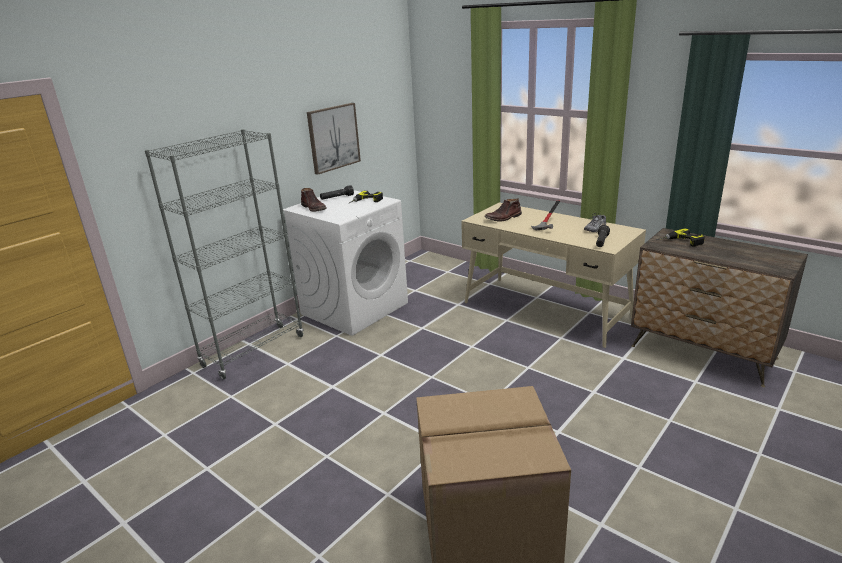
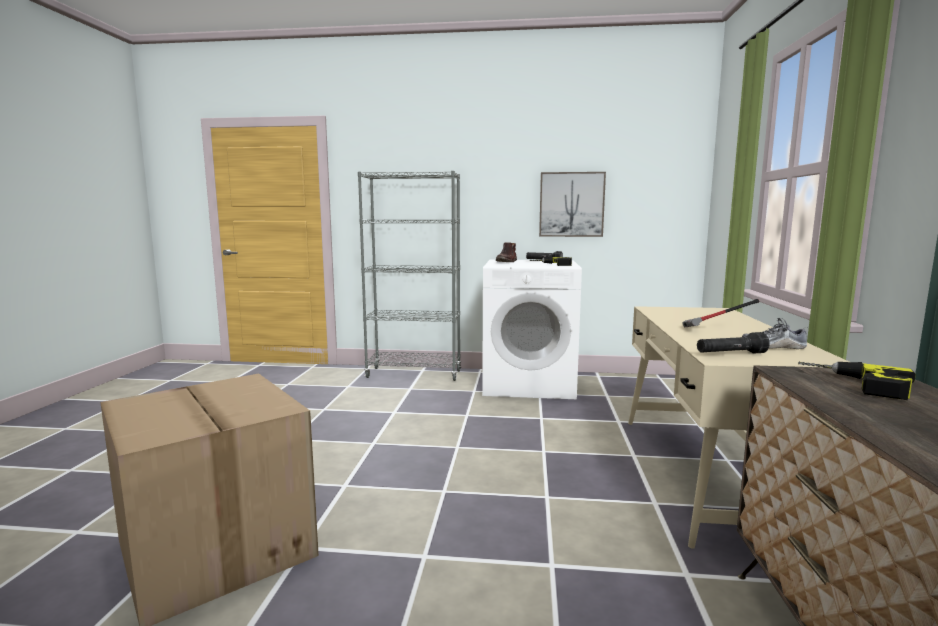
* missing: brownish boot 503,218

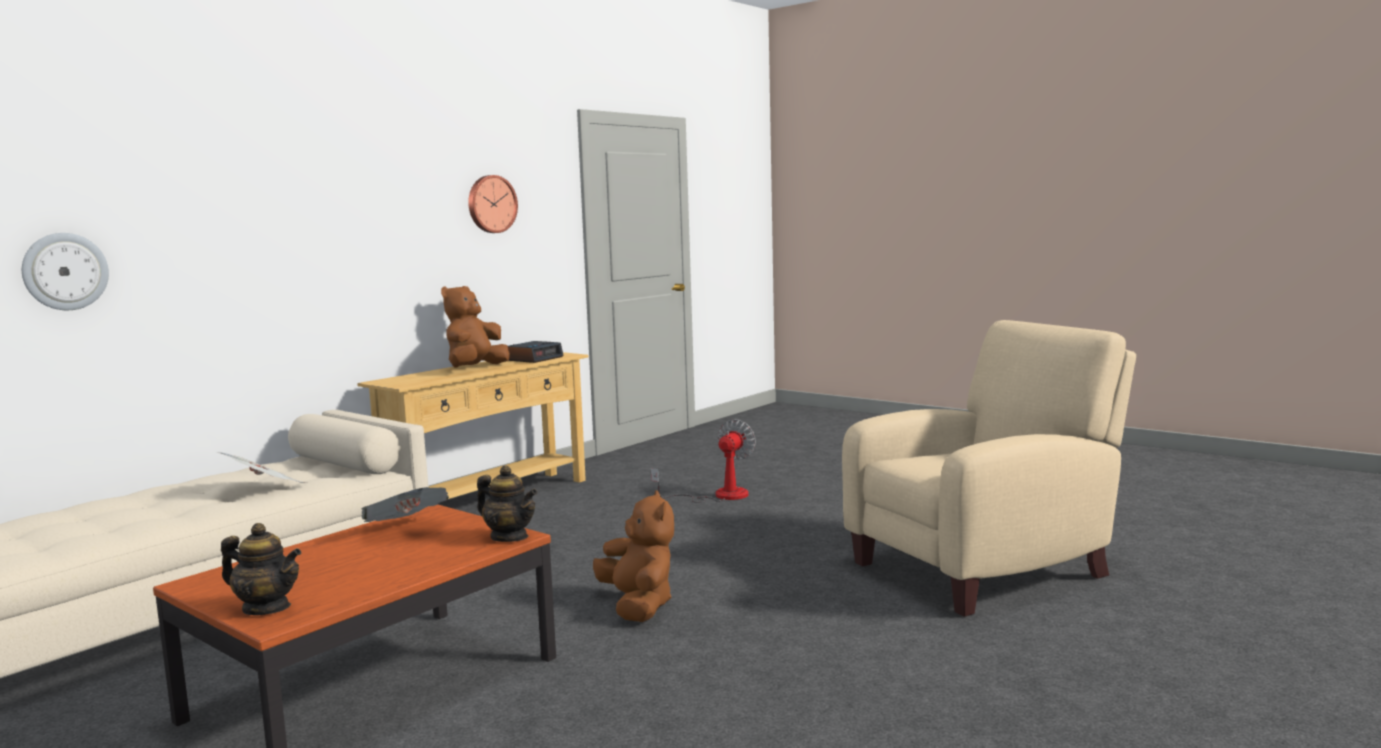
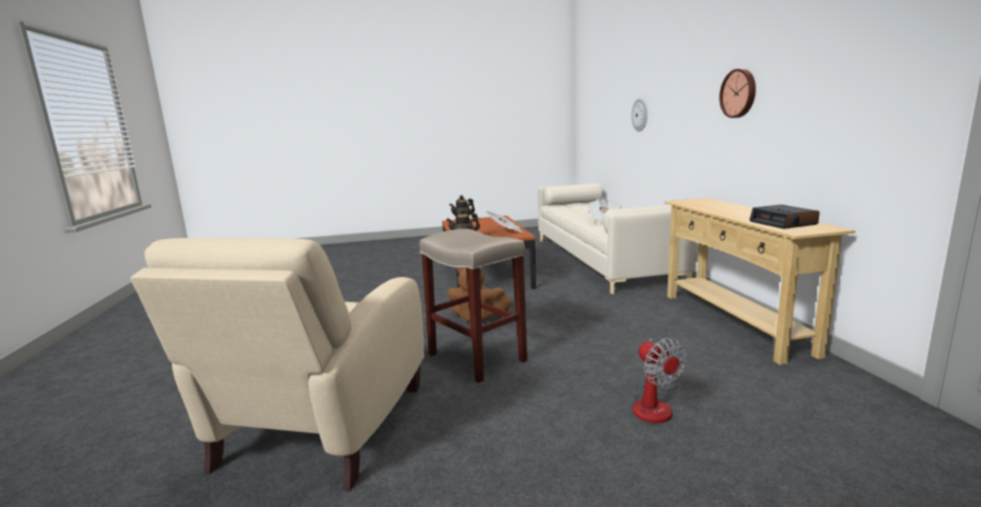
* missing: brownish soft toy 475,368
* relocated: hanging clock 491,204 to 739,93
* appeared: sand-coloured stool 478,358

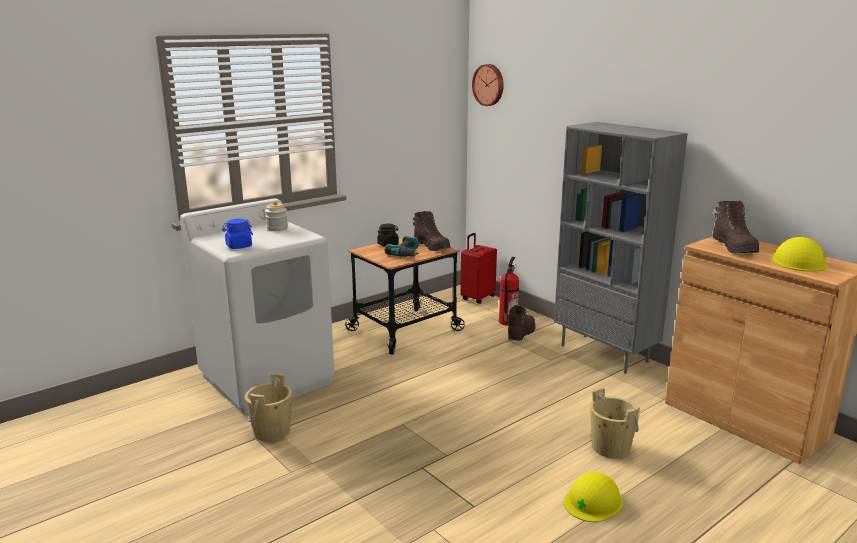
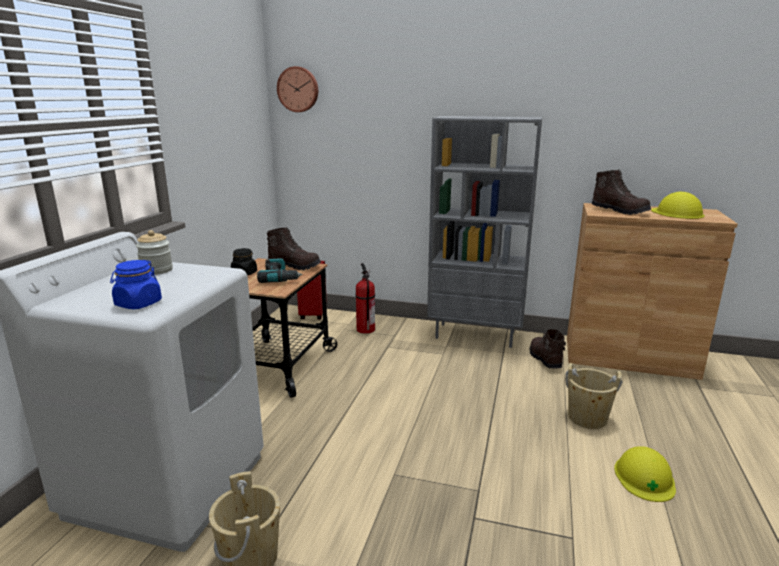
* relocated: brownish boot 520,334 to 544,359

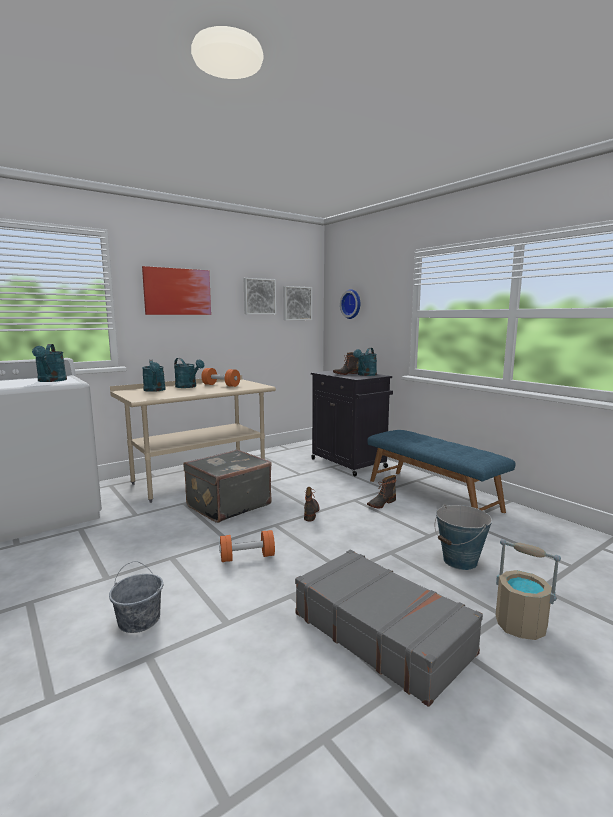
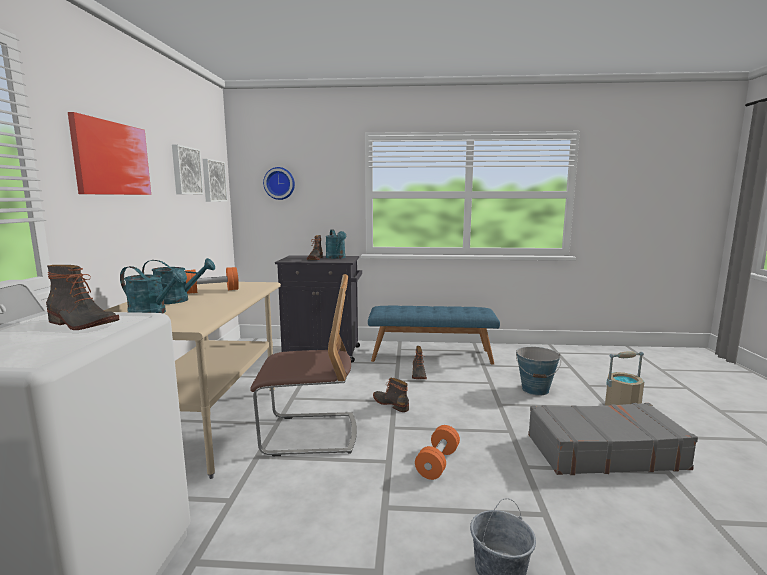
* exchanged: blue-green watering pot 51,381 to boot 81,324
* exchanged: gray suitcase 227,505 to chair 309,434

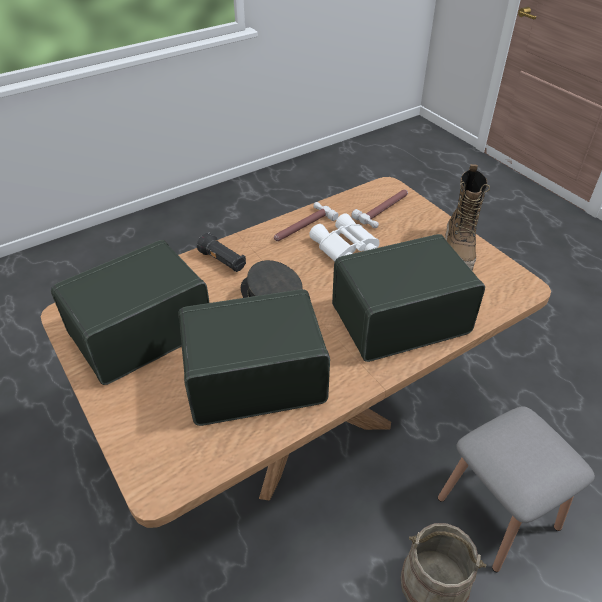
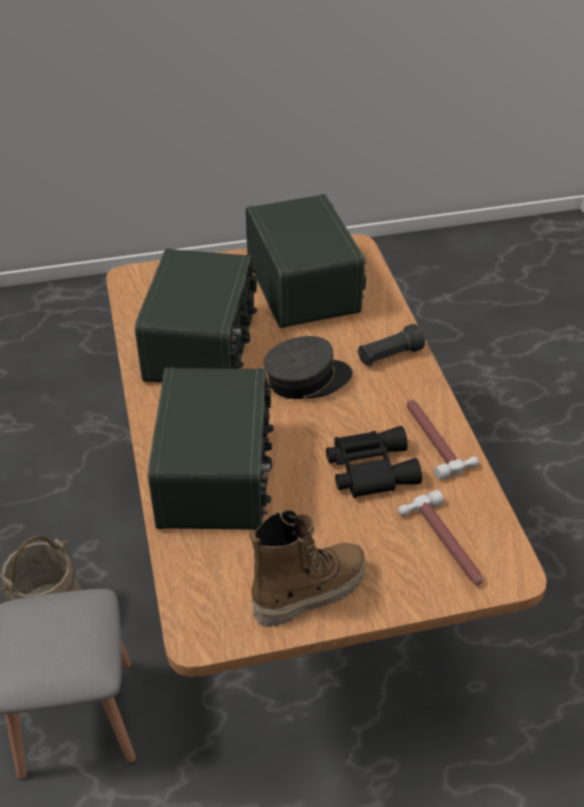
* colour: whitish pair of binoculars 345,248 to blackish pair of binoculars 369,468
* spun: boot 458,251 = 309,591 120 degrees clockwise

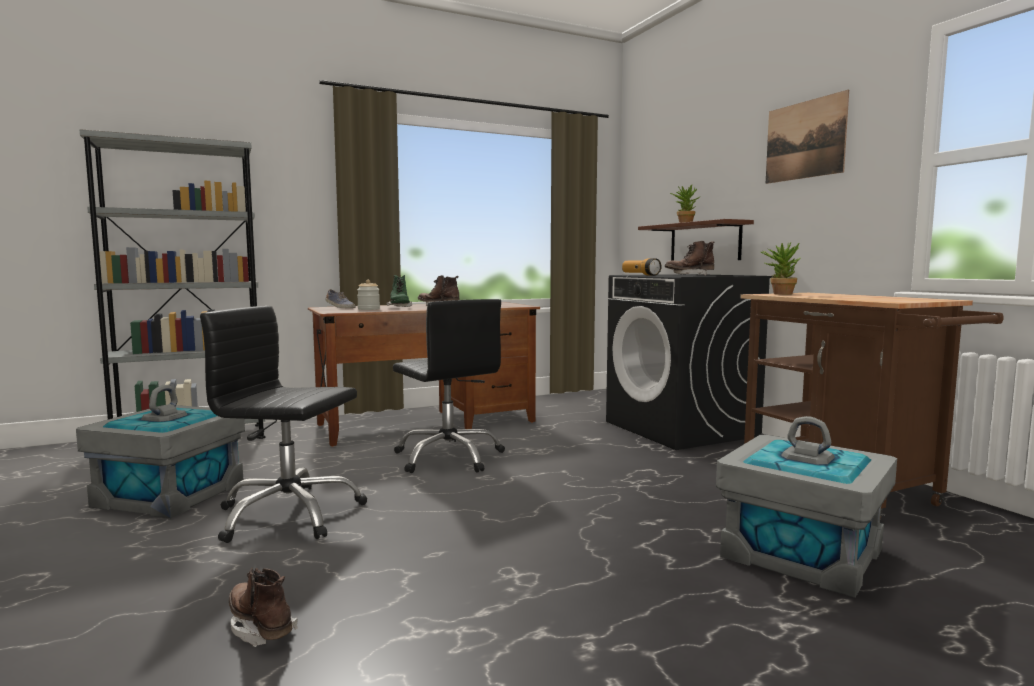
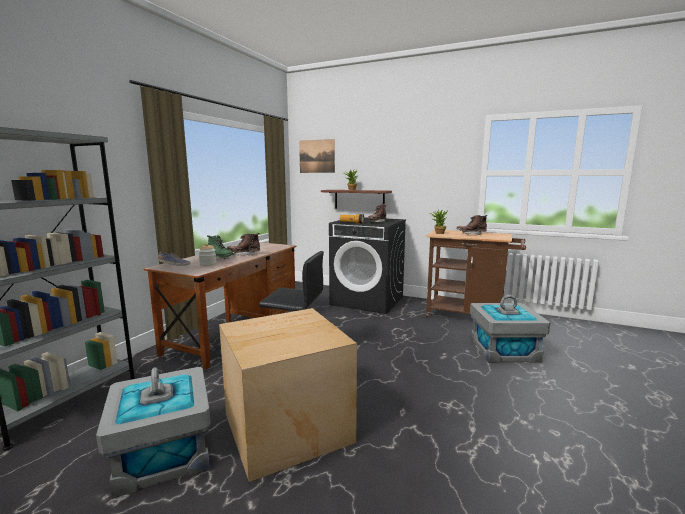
* exchanged: blackish desk chair 289,514 to cardboard box 285,427
* relocated: brownish boot 260,627 to 471,234
* relocated: wall picture 805,140 to 317,156

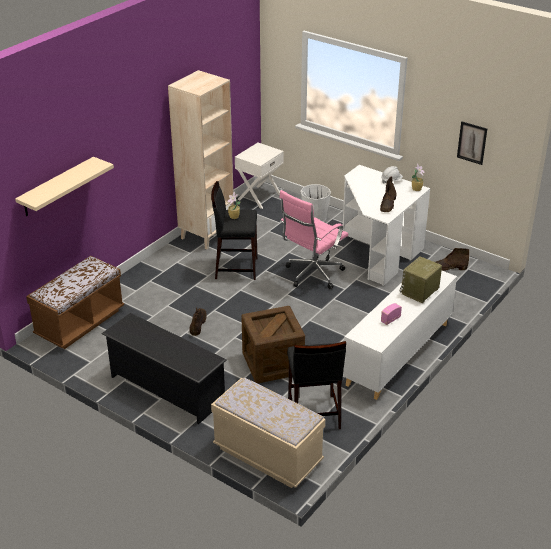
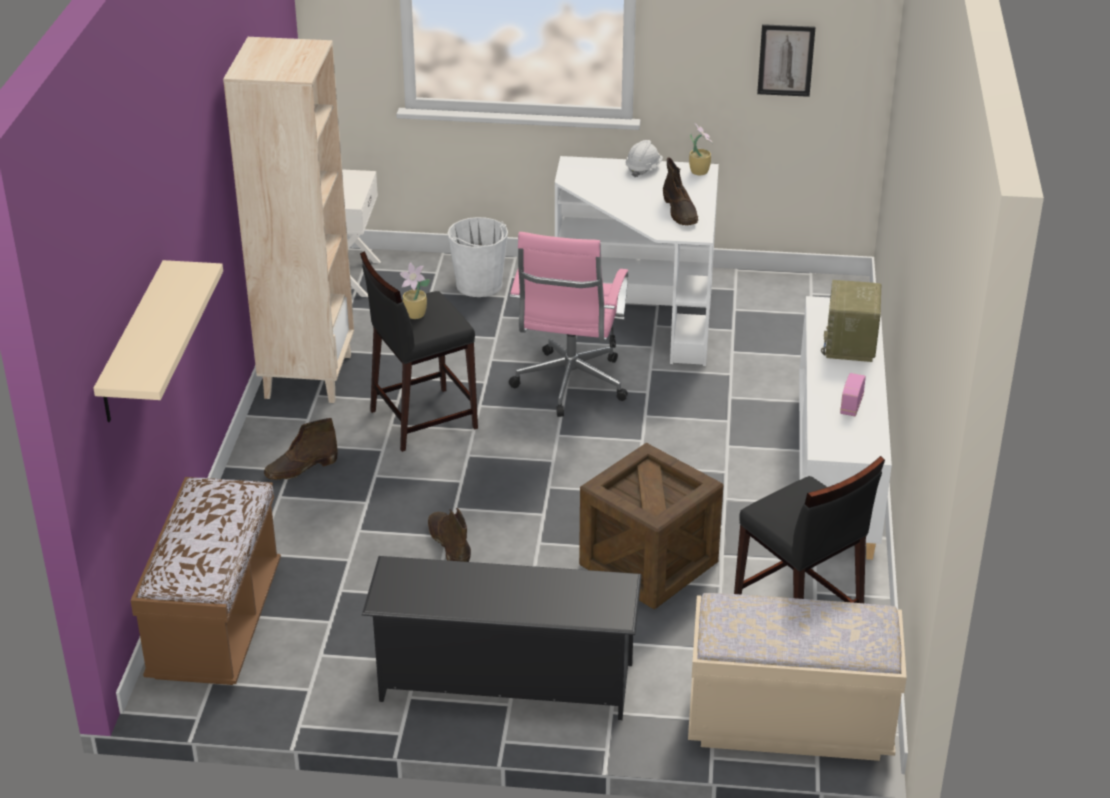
* relocated: brownish boot 449,268 to 300,468

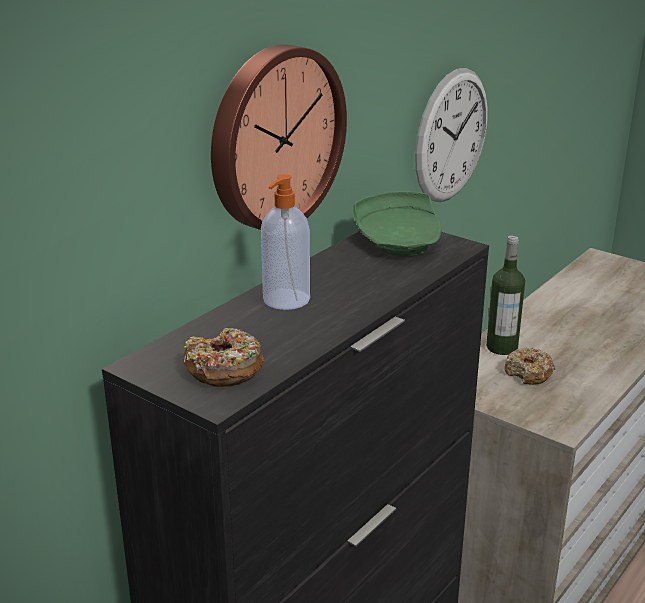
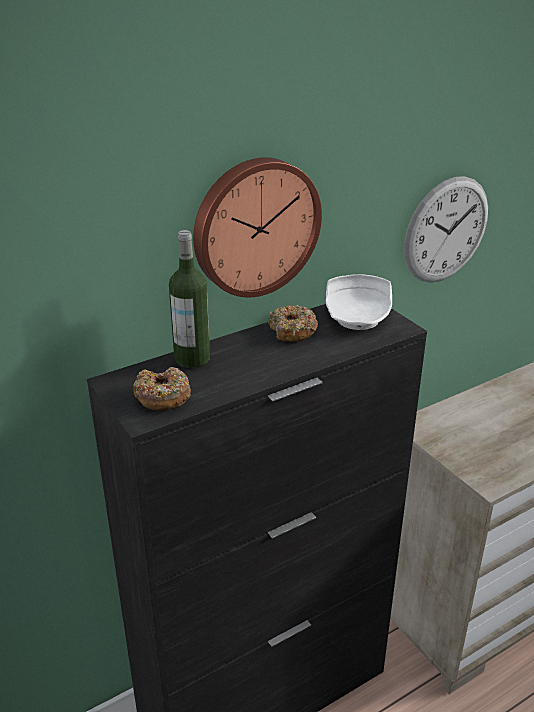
* missing: soap bottle 285,300
* colour: green dinner plate 400,242 to whitish dinner plate 358,316
* relocated: bottle 502,347 to 192,358
* relocated: donut 528,373 to 292,331

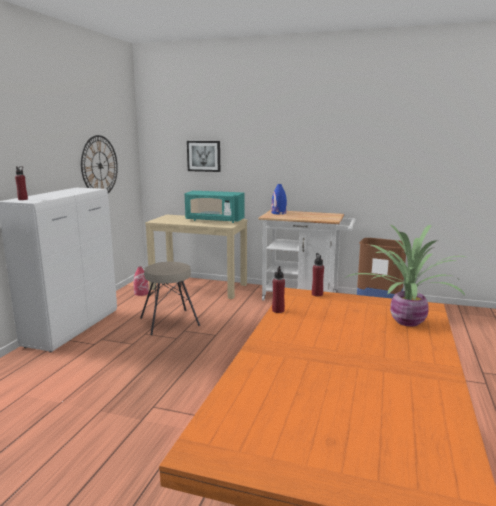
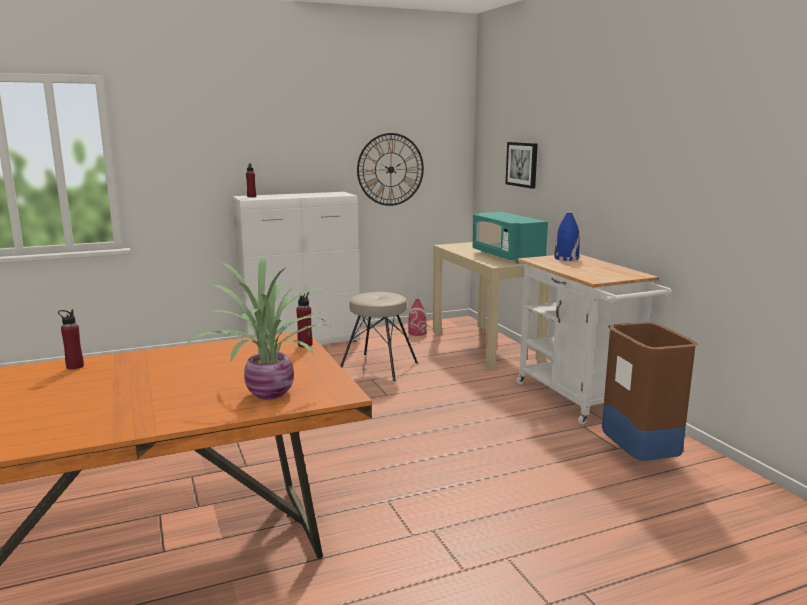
* relocated: red-coloured bottle 278,310 to 75,366

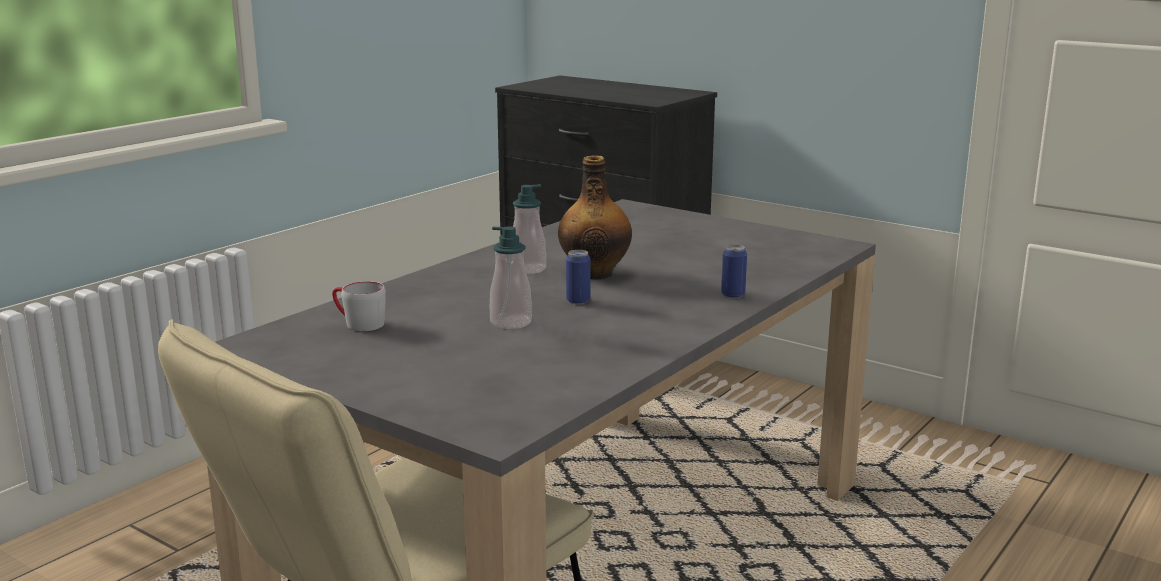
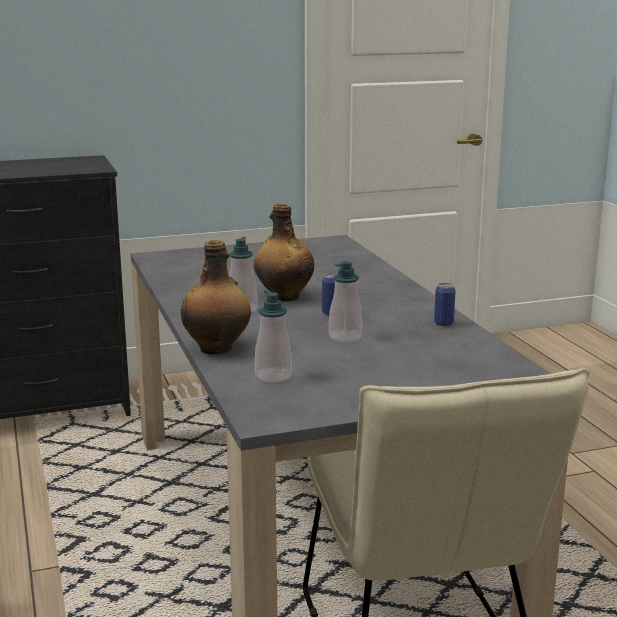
* exchanged: gray coffee mug 357,323 to soap bottle 273,376
* relocated: metal can 733,295 to 443,323
* appeared: bottle 217,348

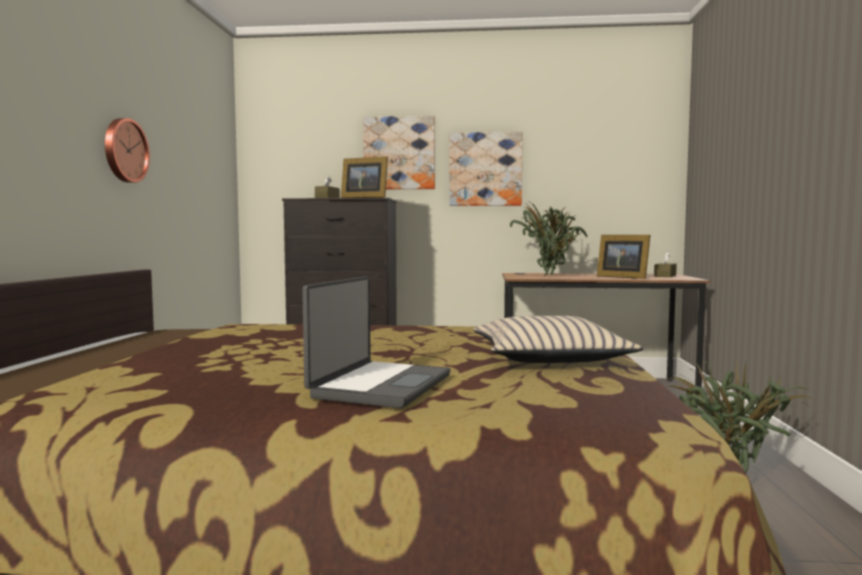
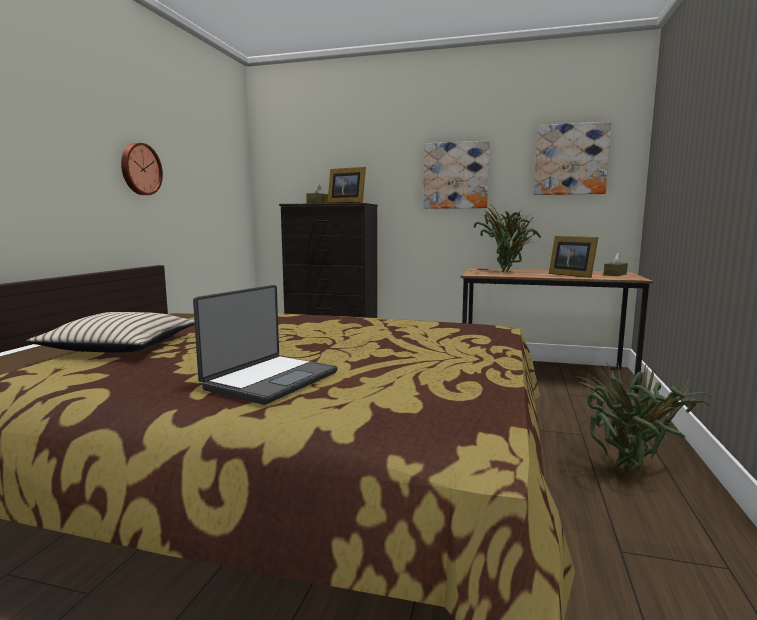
* relocated: wall picture 399,153 to 570,159
* relocated: sand-coloured pillow 548,358 to 121,346

